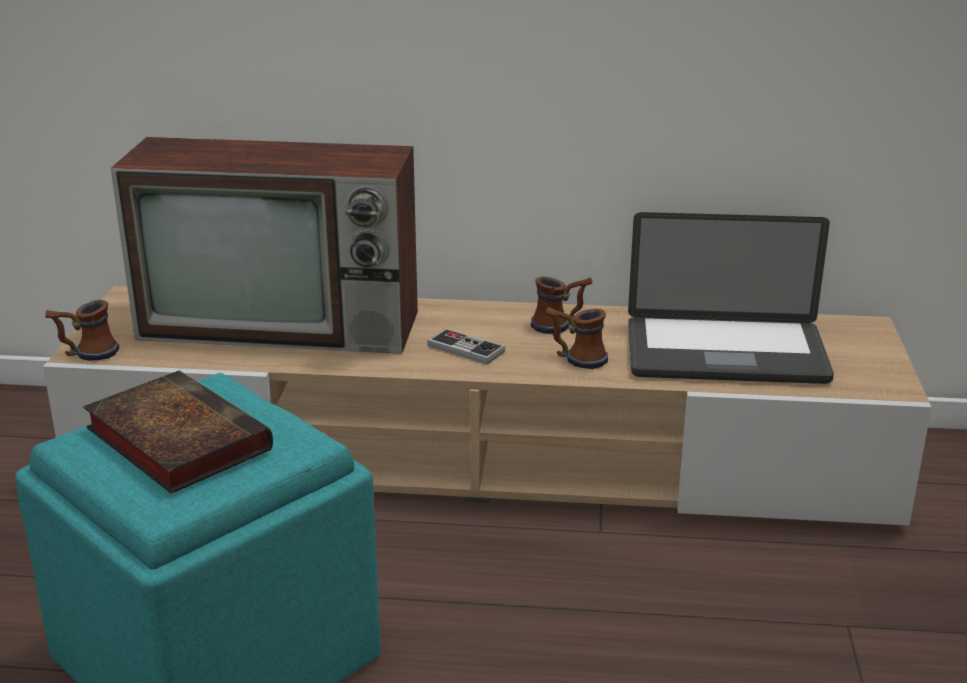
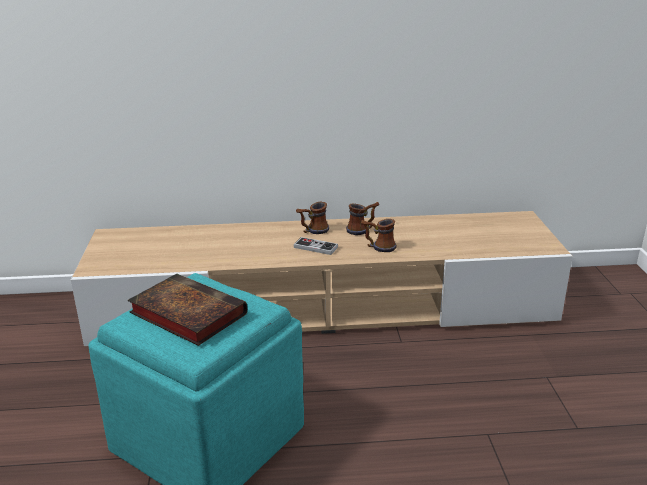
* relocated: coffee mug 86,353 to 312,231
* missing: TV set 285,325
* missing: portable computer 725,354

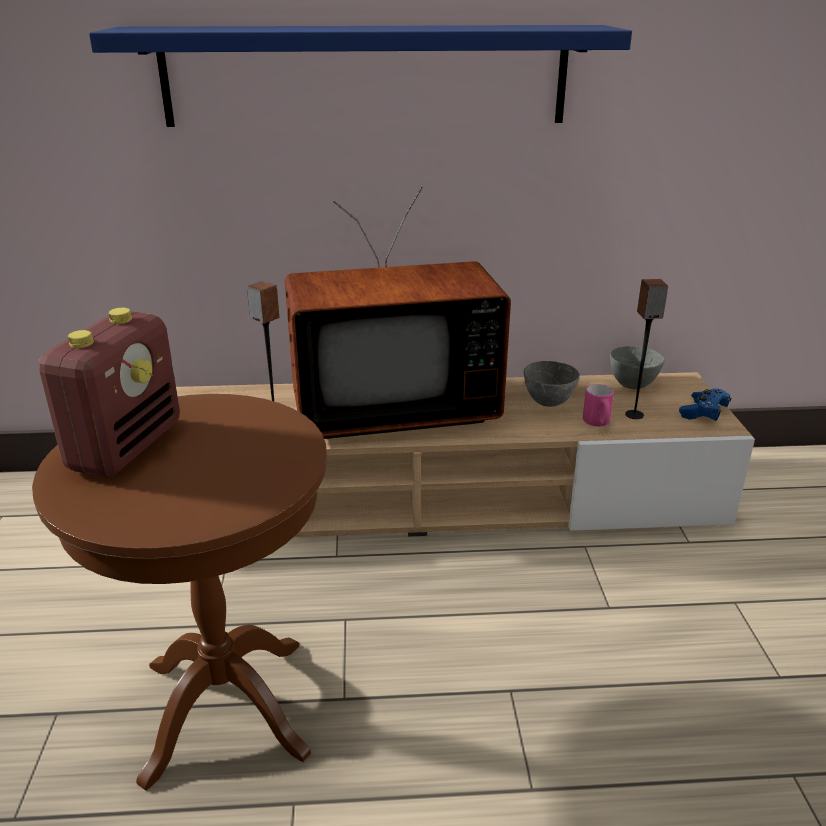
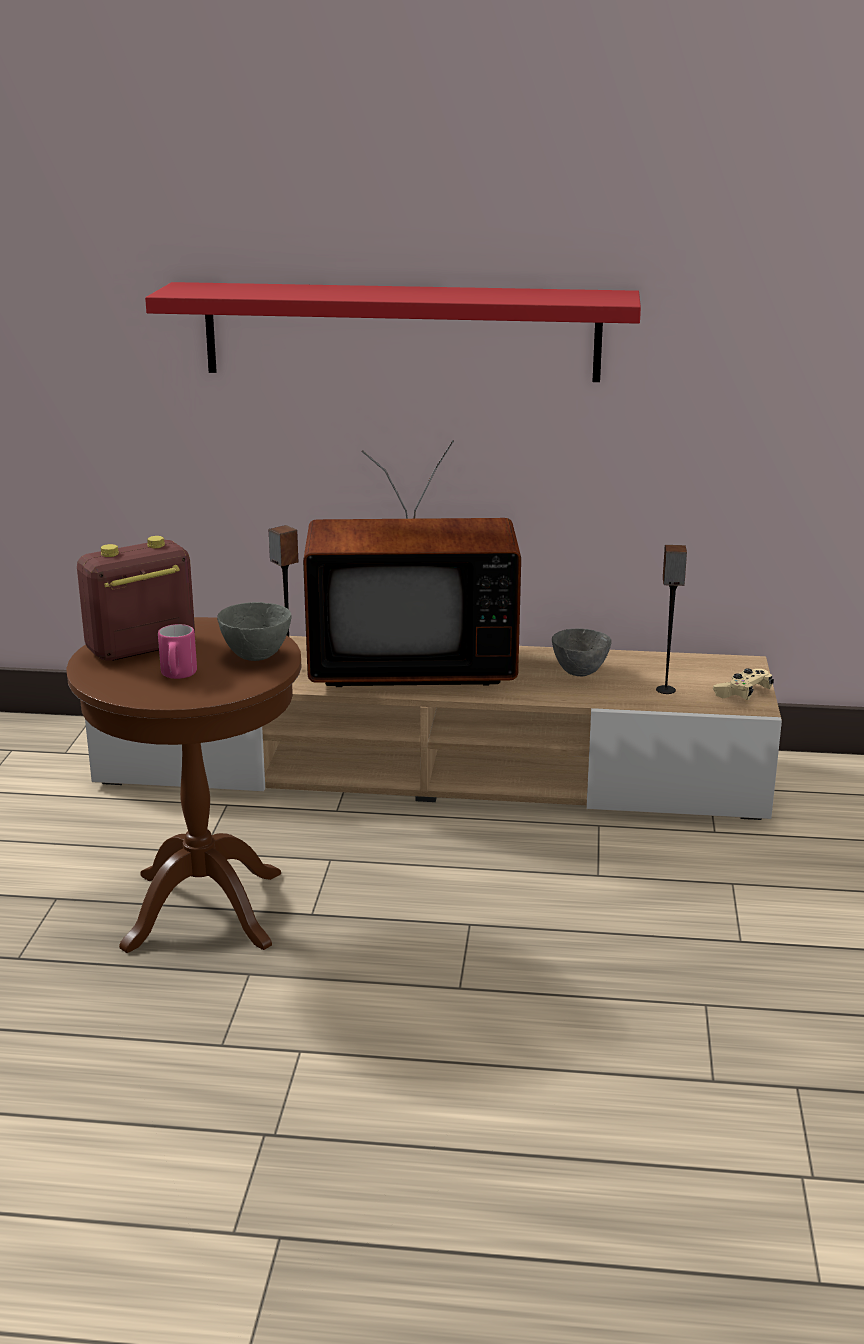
* spun: radio set 126,446 = 140,648 150 degrees counterclockwise
* colour: blue-coloured wall shelf 365,76 to red-coloured wall shelf 401,332
* relocated: pink coffee mug 598,423 to 178,676
* relocated: gray deep dish 631,385 to 254,656
* colour: blue-coloured joypad 703,413 to sand-coloured joypad 743,693

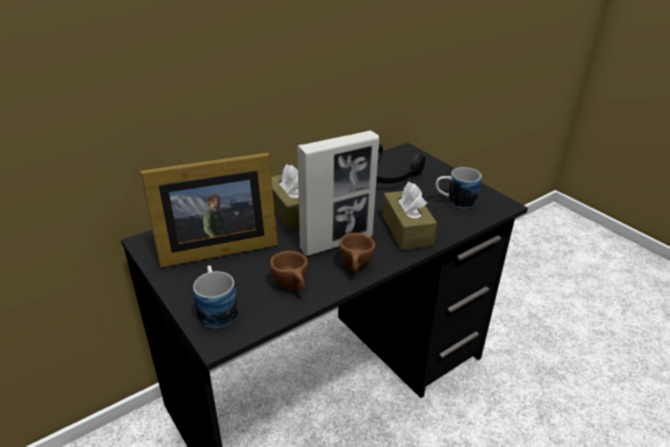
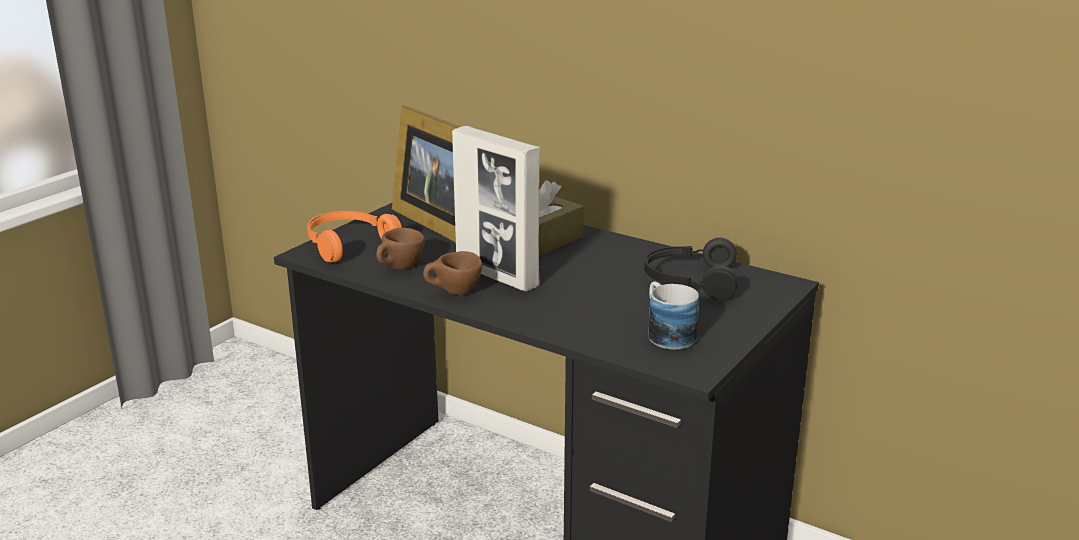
* exchanged: coffee mug 216,309 to orange headset 347,244
* missing: brownish tissue box 407,230

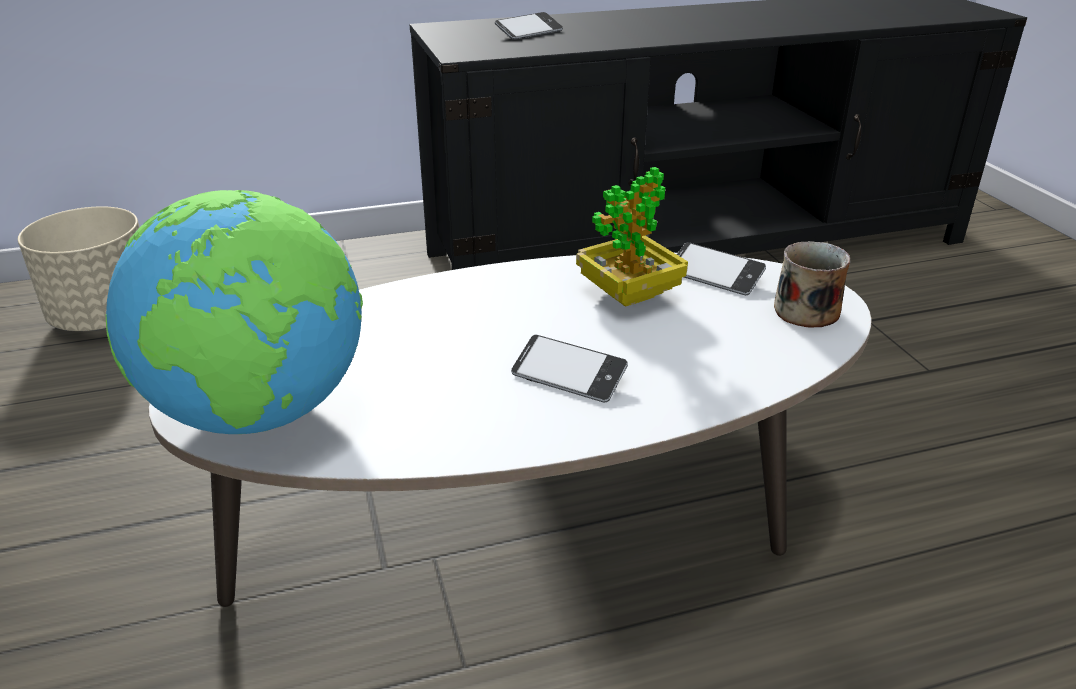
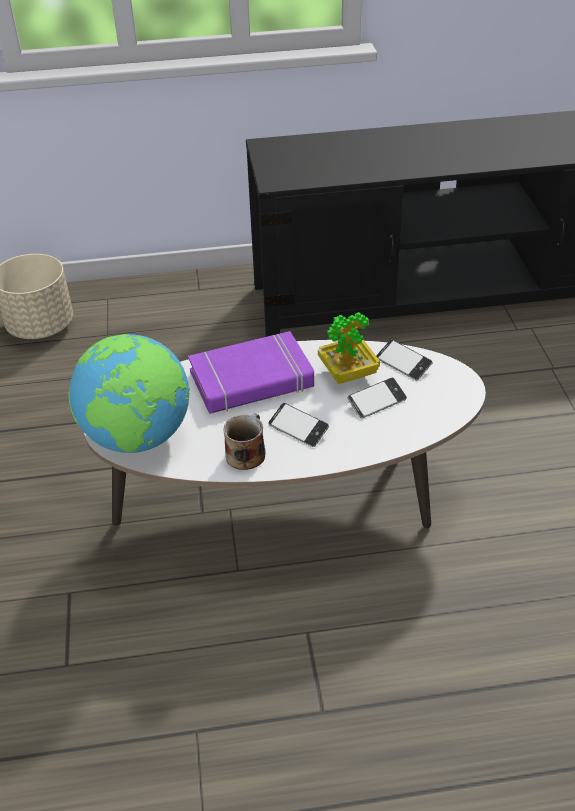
* relocated: handset 529,32 to 376,402
* relocated: coffee mug 805,308 to 246,453
* appeared: purple book 252,380

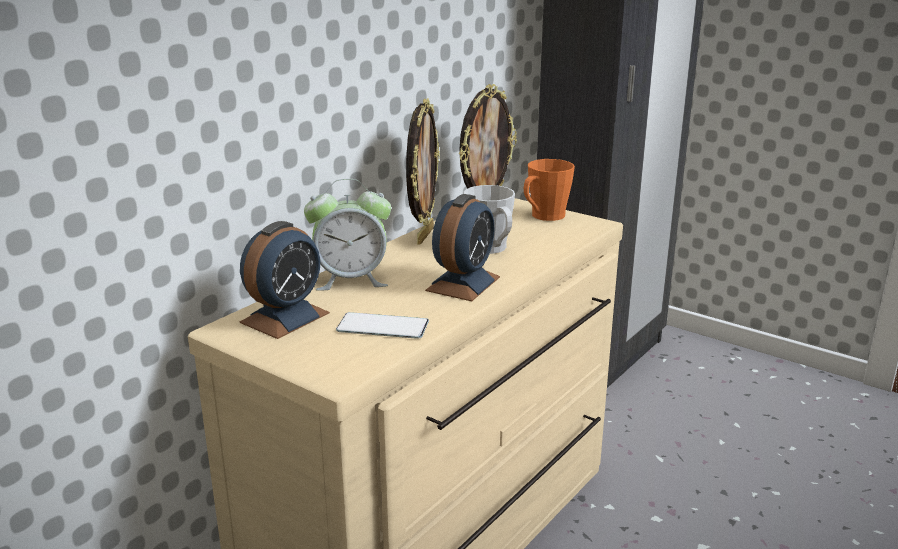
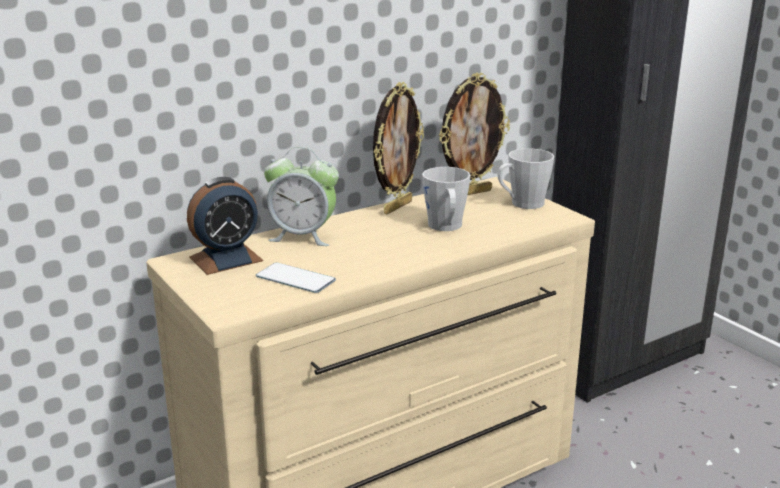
* missing: table clock 463,284
* colour: orange coffee mug 543,216 to gray coffee mug 522,204

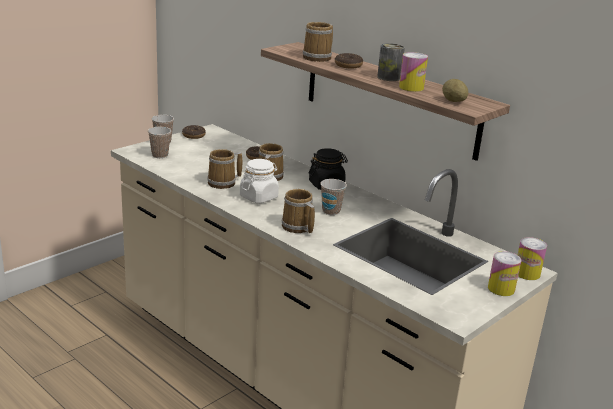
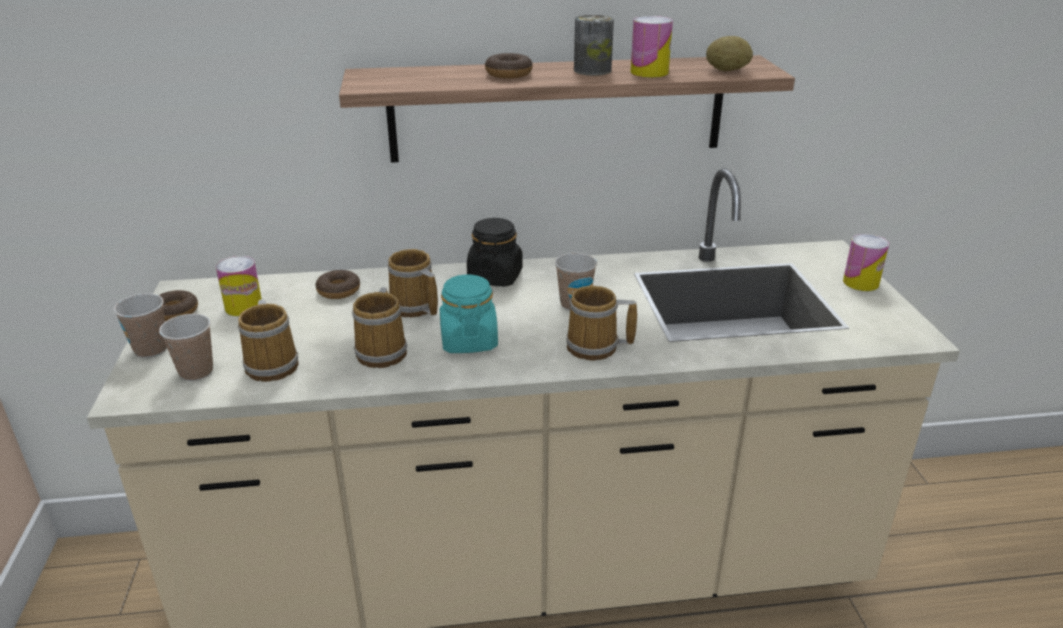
* colour: whitish jar 259,197 to blue-green jar 468,341
* relocated: coffee mug 319,57 to 273,364
* relocated: metal can 527,273 to 243,307

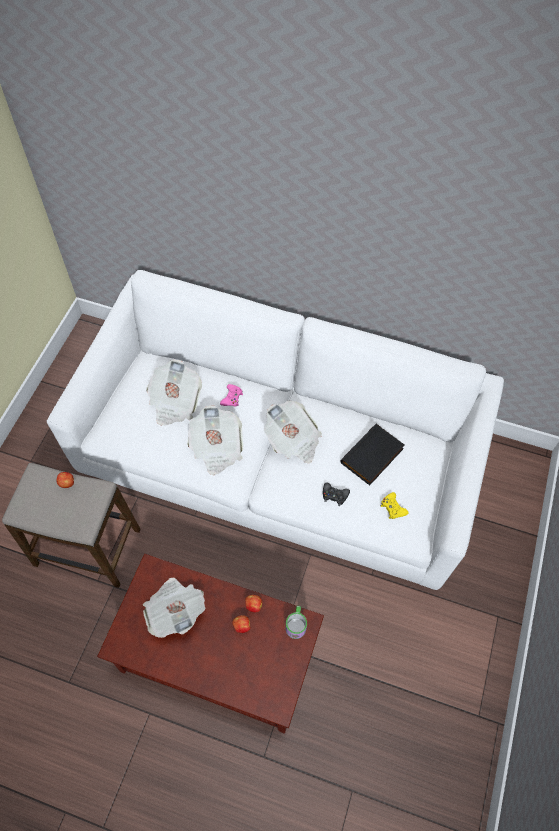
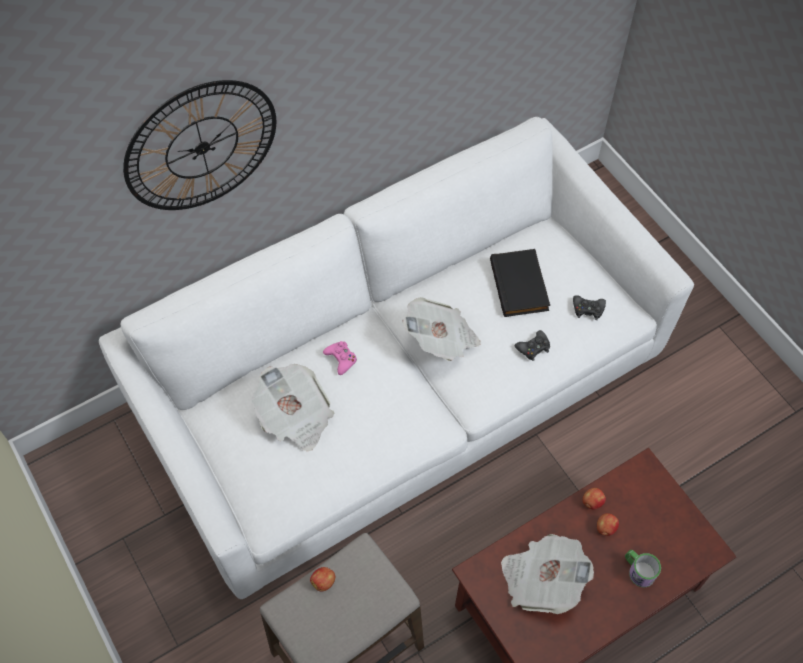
* missing: printed paper 216,448
* relocated: coffee mug 296,624 to 638,570
* colour: yellow joypad 393,508 to blackish joypad 588,309
* appeared: hanging clock 201,147

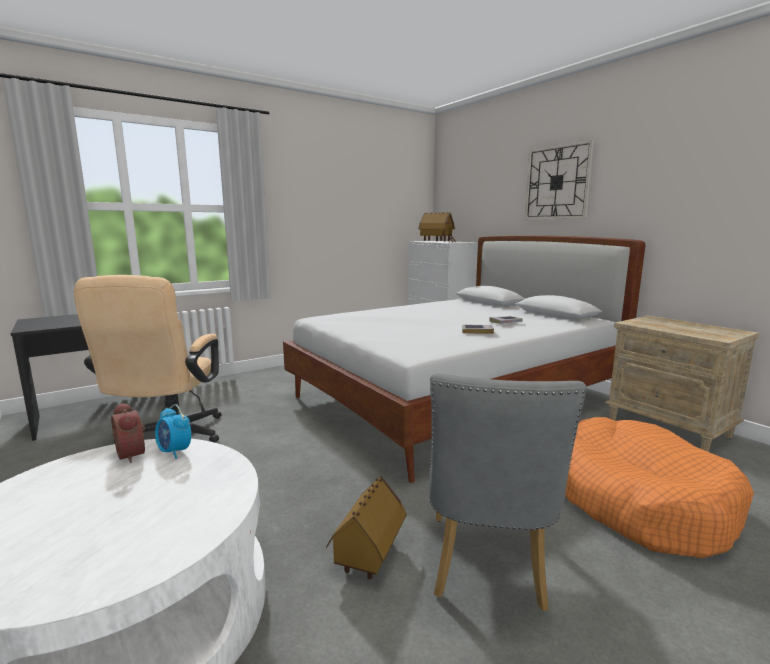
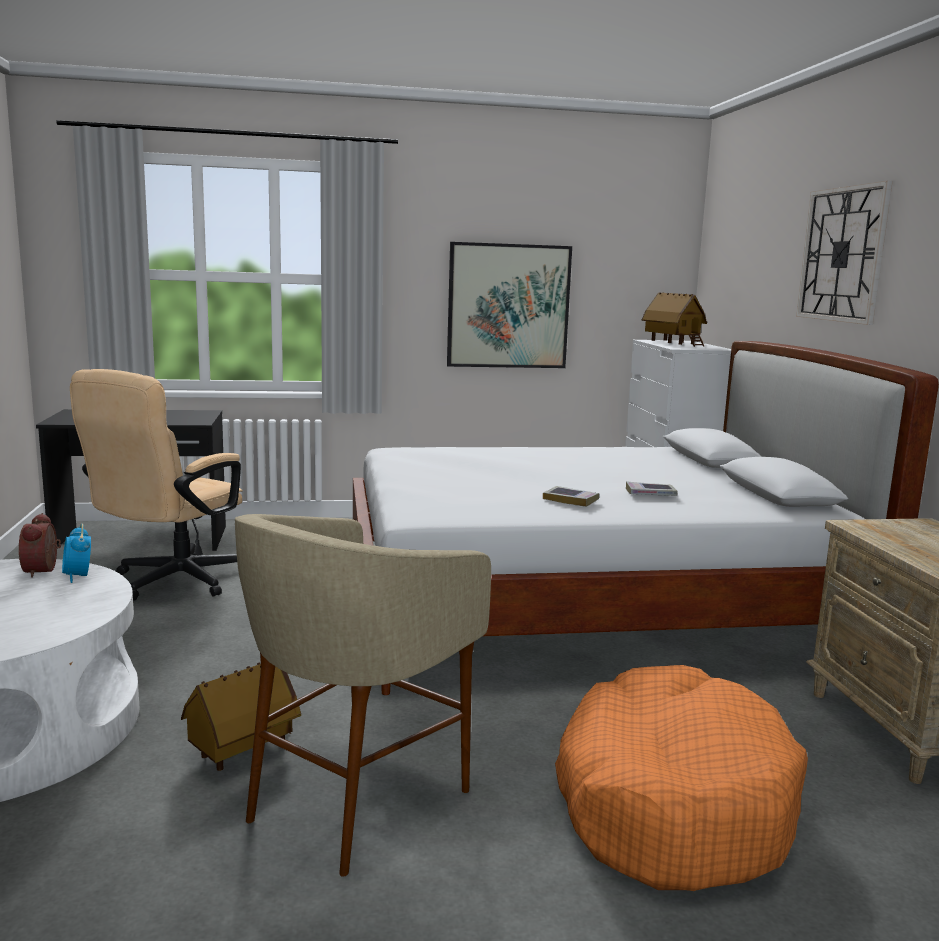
* exchanged: gray chair 487,568 to sand-coloured stool 355,803
* appeared: wall picture 508,306

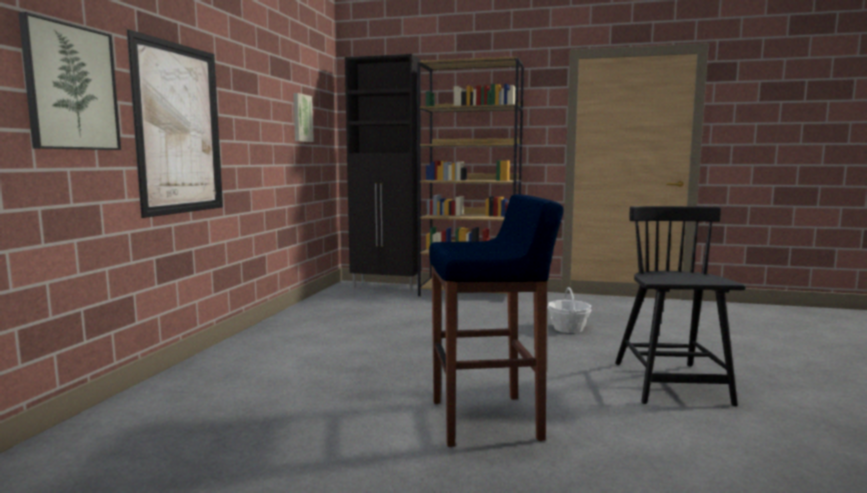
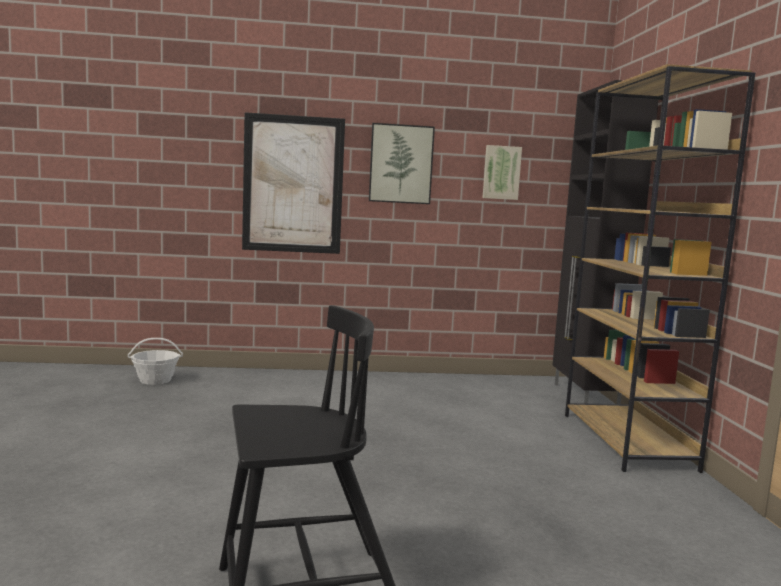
* relocated: wall picture 71,87 to 401,164
* missing: blue-coloured stool 487,420
* relocated: household basket 568,329 to 155,380

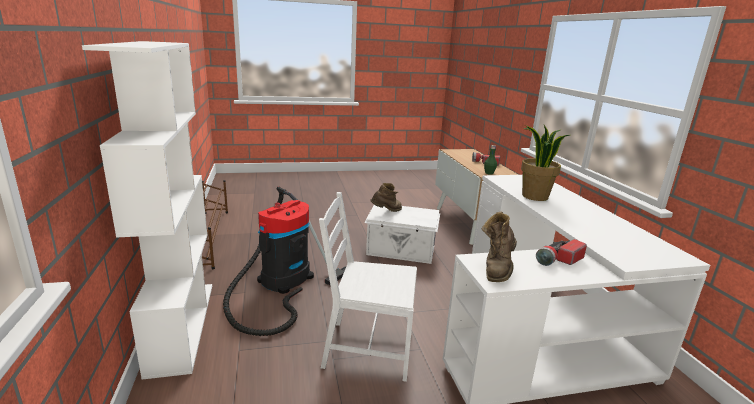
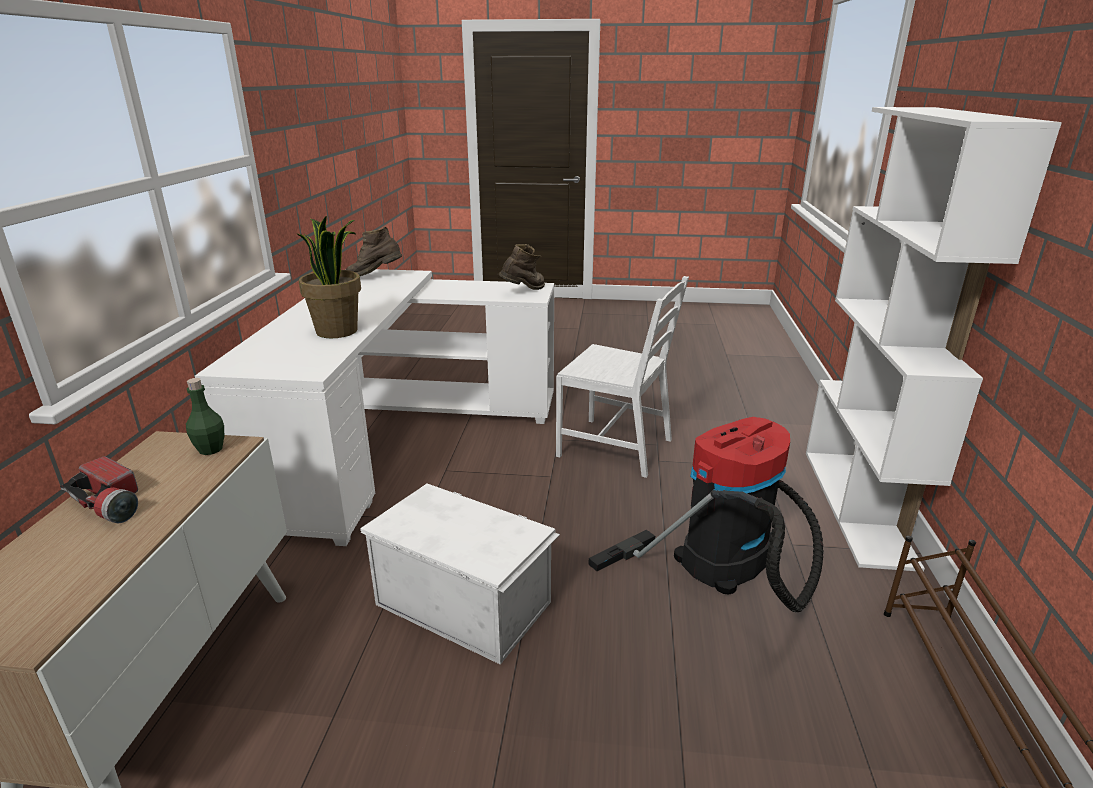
* relocated: brownish boot 386,211 to 375,277
* missing: flashlight 559,260

